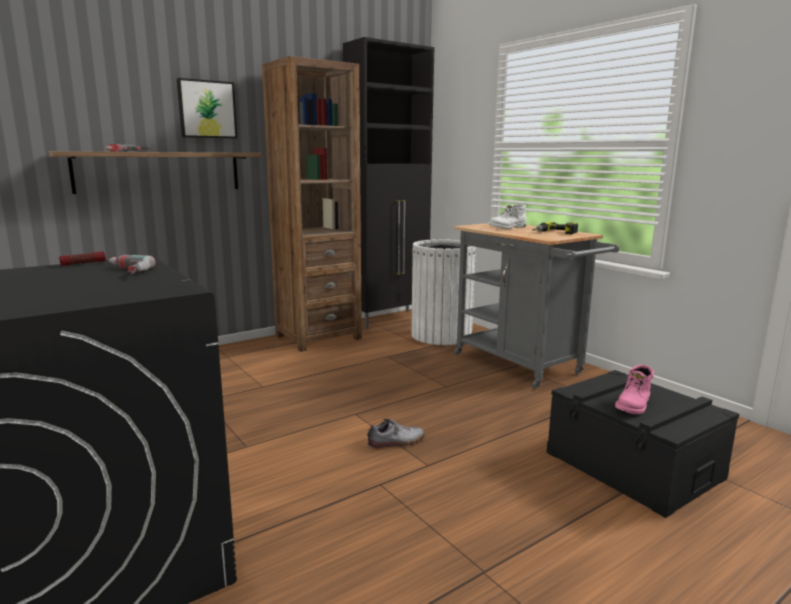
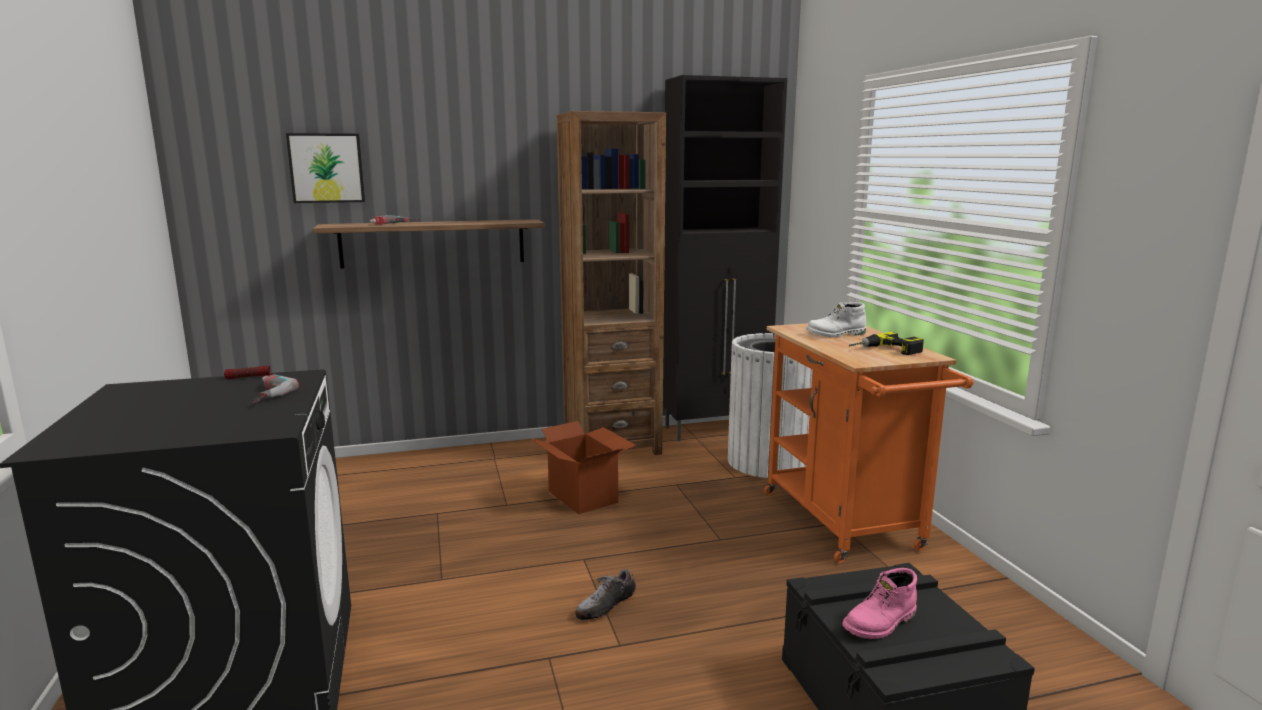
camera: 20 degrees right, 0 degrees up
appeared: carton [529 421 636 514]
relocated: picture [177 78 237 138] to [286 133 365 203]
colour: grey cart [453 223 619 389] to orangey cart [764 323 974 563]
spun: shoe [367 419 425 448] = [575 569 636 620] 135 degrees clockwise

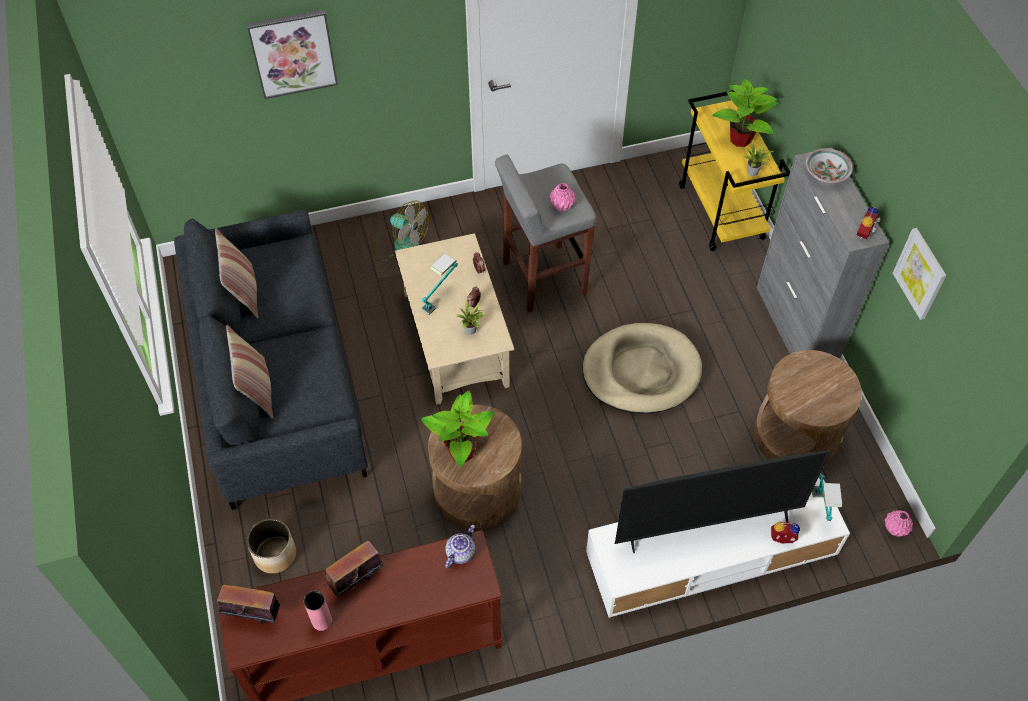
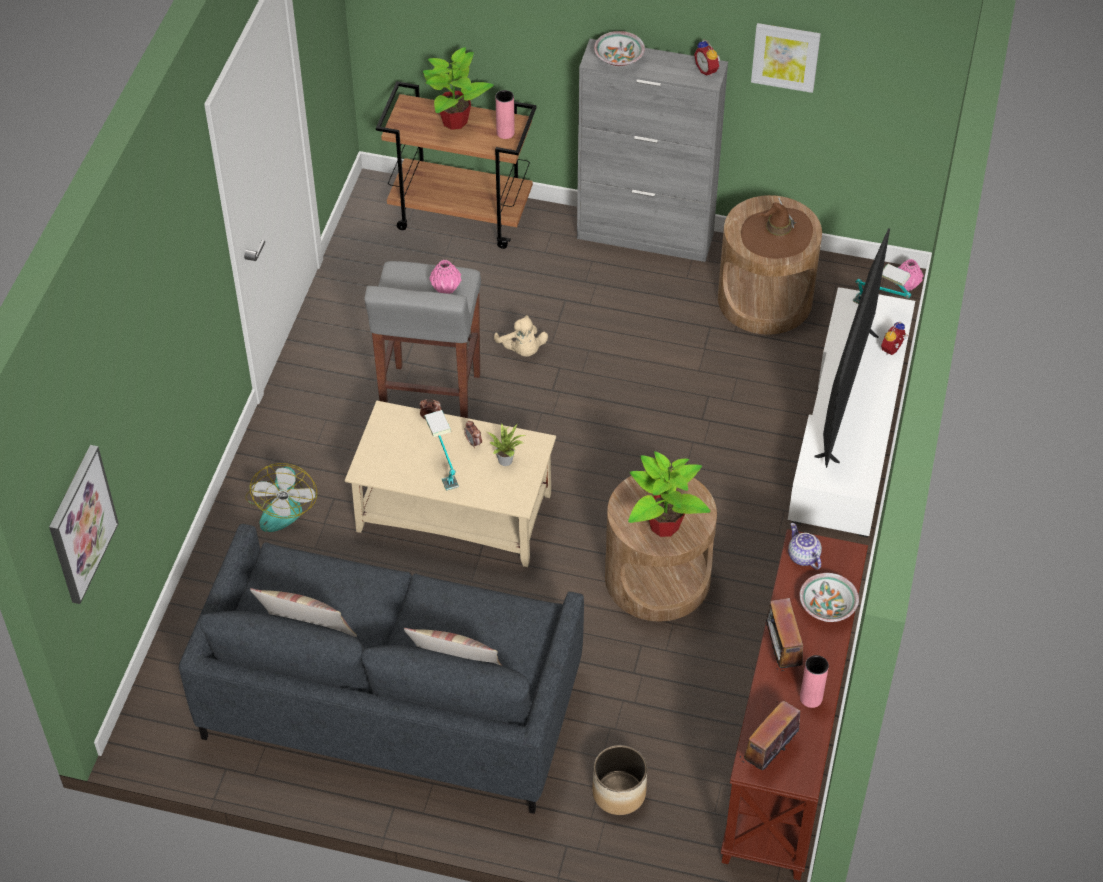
camera: 60 degrees left, 5 degrees down
missing: beige-coloured dog bed [582 323 702 414]
appeared: beige-coloured cuddly toy [494 315 548 357]; brown-coloured hat [741 198 813 259]; bowl [800 573 859 622]
relocated: picture [247 9 338 99] to [49 445 119 604]
exchanged: plant in a pot [743 141 774 176] to pink vase [496 90 515 139]
colour: yellow cart [679 90 790 251] to brown-coloured cart [376 81 537 249]
spun: fan [374 200 429 262] = [245 463 317 532] 120 degrees clockwise

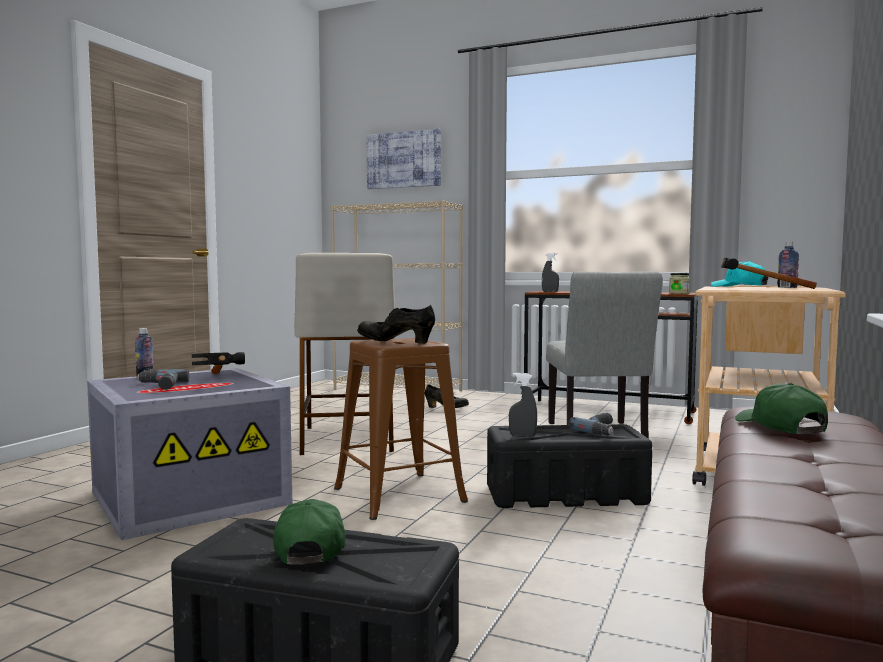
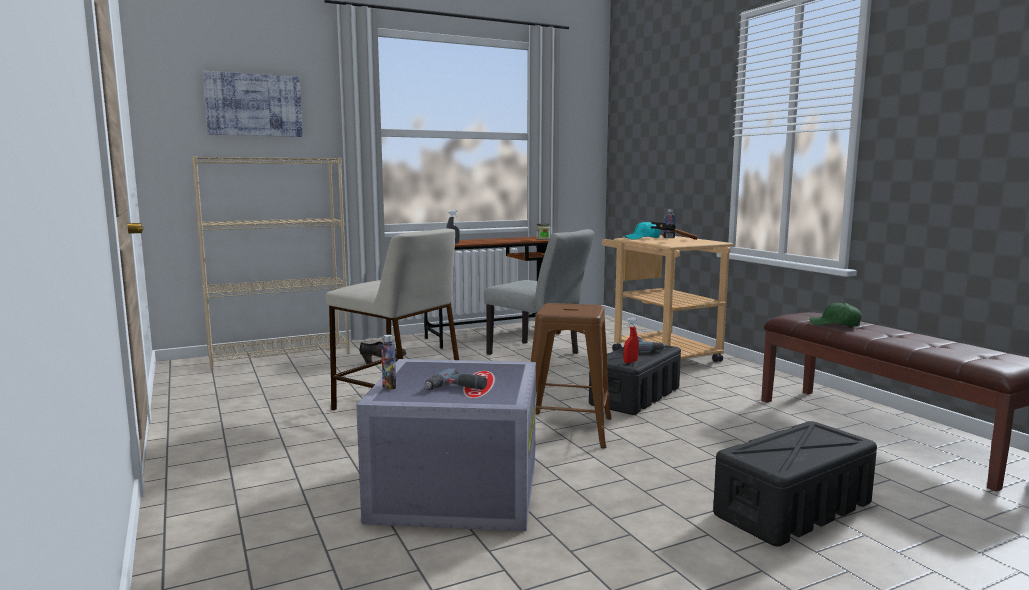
camera: 50 degrees left, 5 degrees up
missing: hammer [192 352 245 374]; green-coloured peaked cap [273 499 346 565]; black-coloured shoe [357 305 435 344]
colour: grey hand sprayer [509 373 537 437] to red hand sprayer [623 317 639 363]

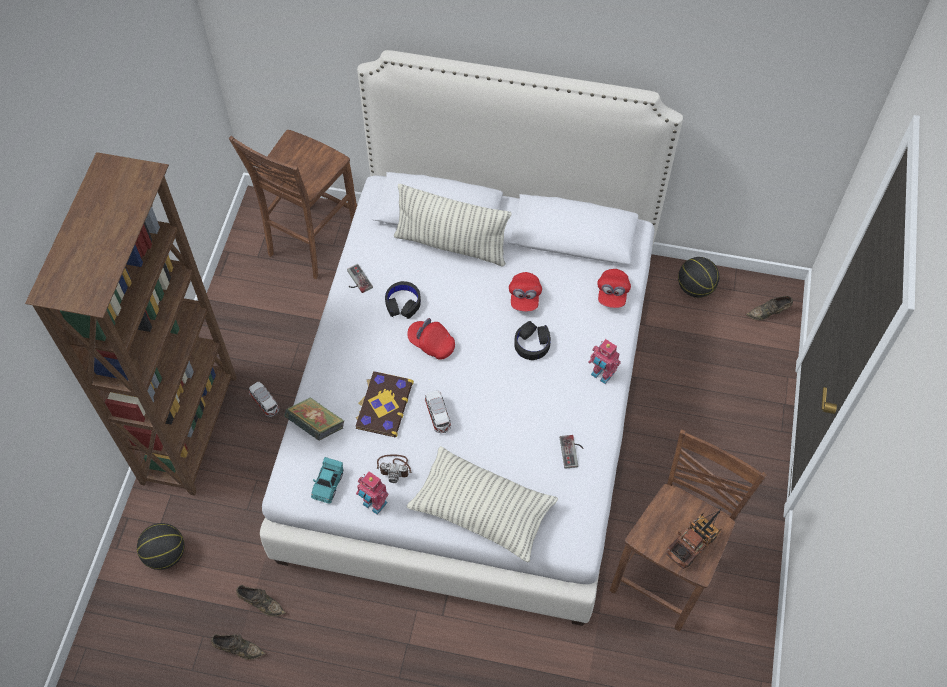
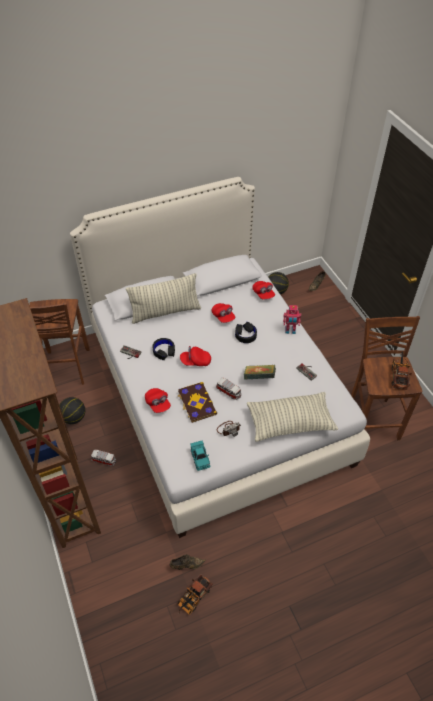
camera: 35 degrees left, 10 degrees down
missing: toy robot [356 471 388 515]
appeared: red peaked cap [145 388 171 413]
relocated: basketball ball [137 523 185 570] to [59 397 85 424]; volume [285 397 344 441] to [244 365 276 380]
exchanged: brown-coloured shoe [211 634 266 660] to model truck [178 574 213 615]

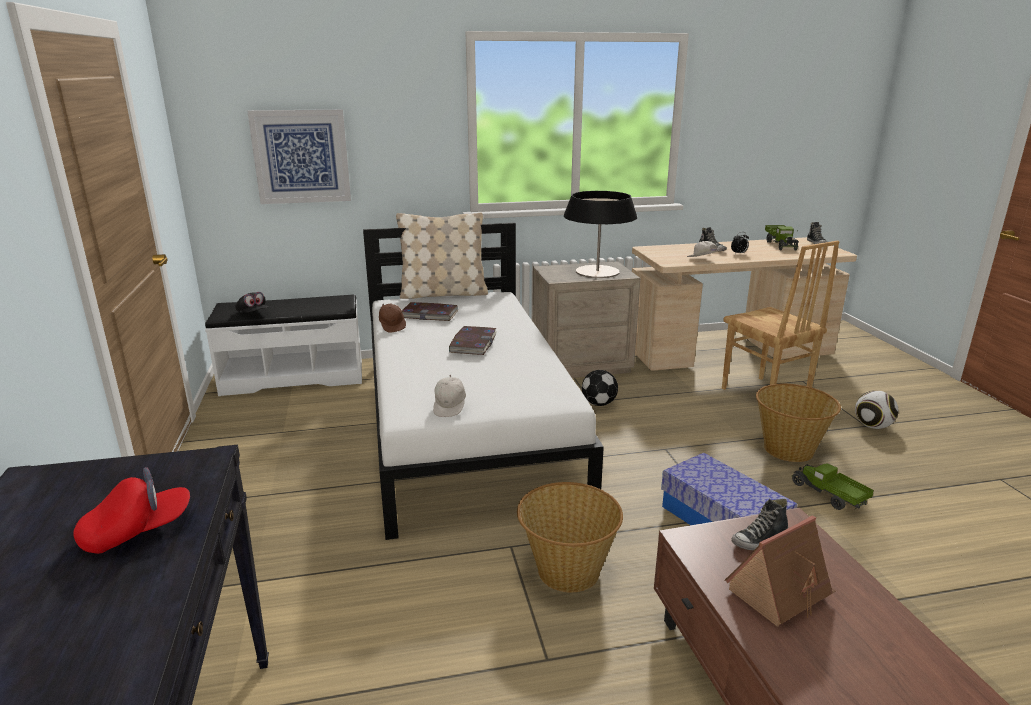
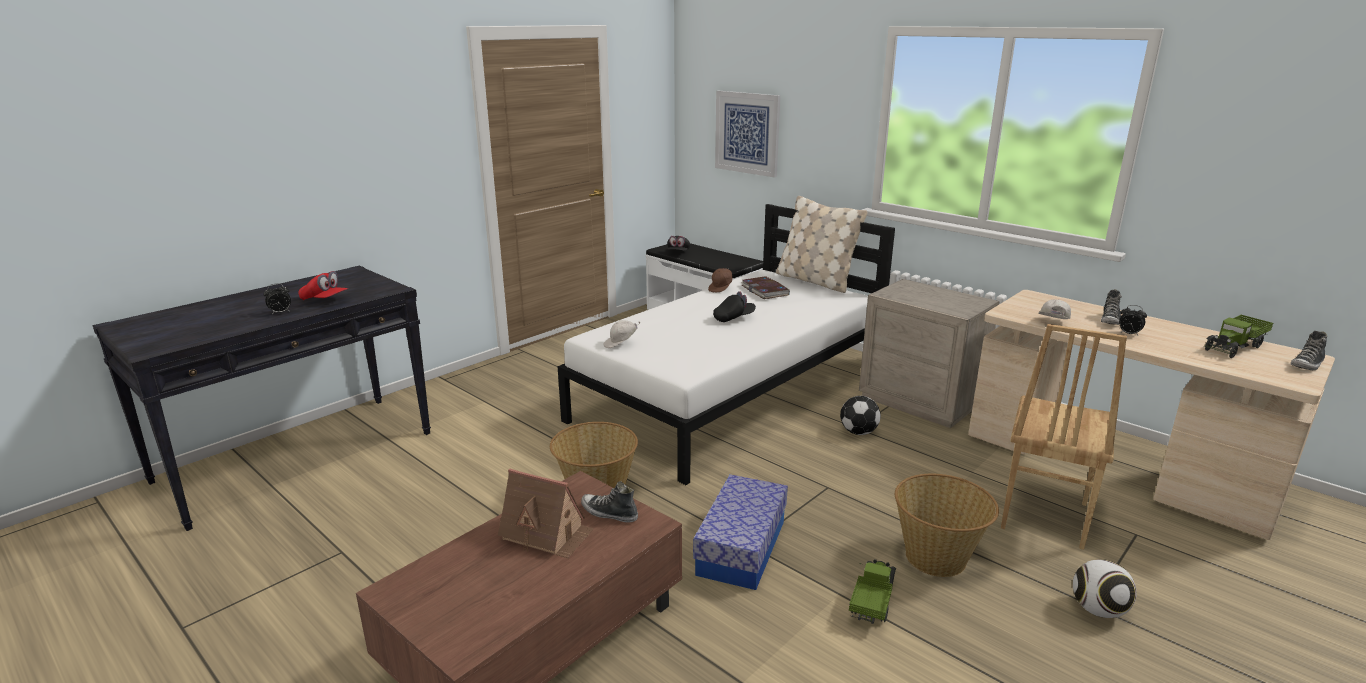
camera: 55 degrees right, 0 degrees up
missing: lamp for a table [564 191 637 278]
appeared: table clock [263 283 291 315]
exchanged: volume [449 326 497 355] to black-coloured peaked cap [713 291 756 322]

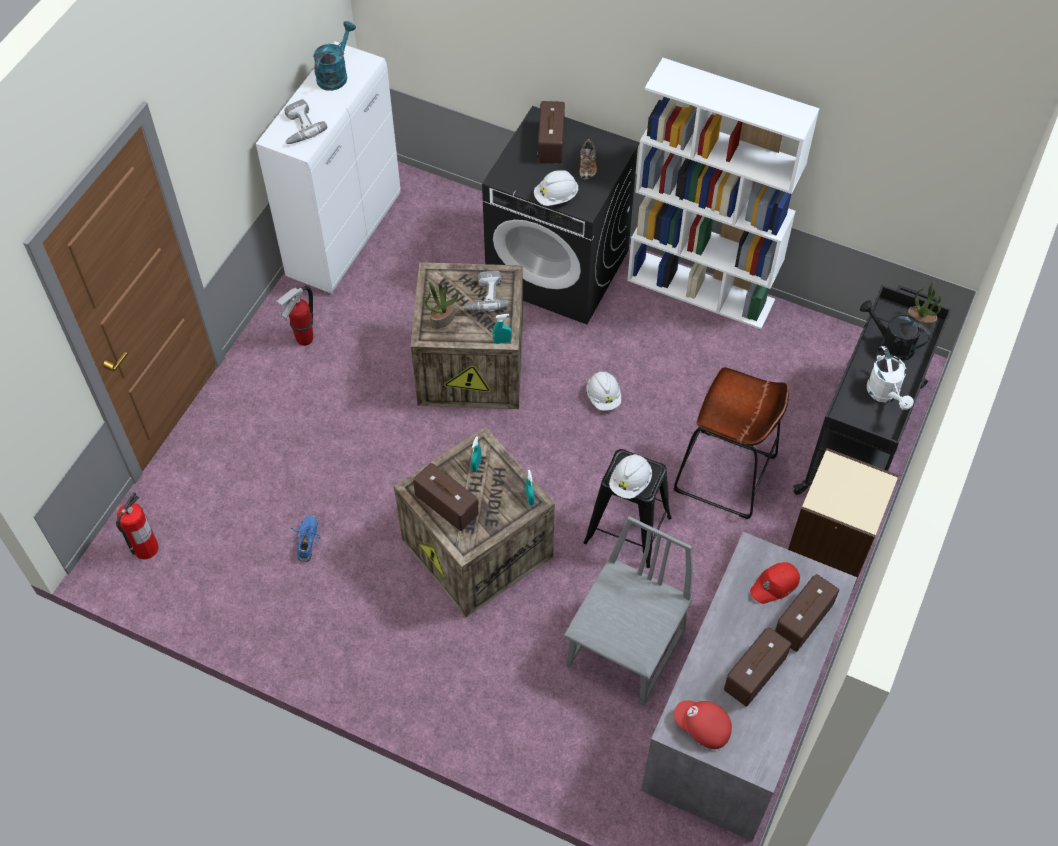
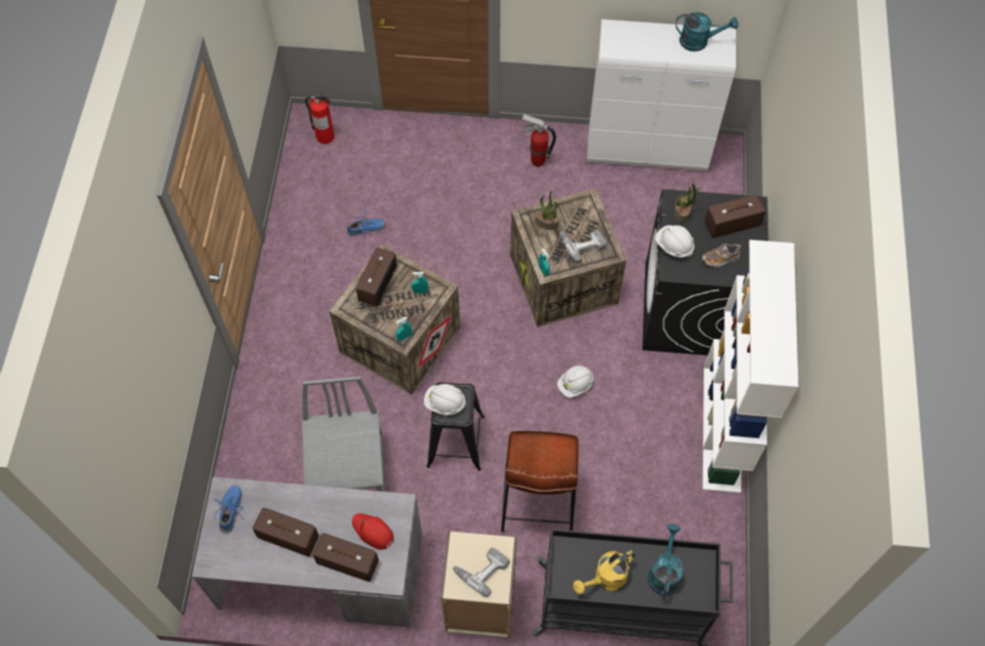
camera: 70 degrees right, 5 degrees up
relocated: electric drill [284 99 327 144] to [453 548 510 597]; plant in a pot [907 281 941 331] to [674 183 701 223]
exchanged: red peaked cap [674 700 732 749] to blue shoe [214 485 243 532]
colour: white-coloured sprinkling can [867 346 914 410] to yellow sprinkling can [573 551 635 594]; black-coloured sprinkling can [860 300 930 361] to blue-green sprinkling can [648 524 683 596]
spun: grey upright chair [564 516 693 706] = [302 376 385 492] 105 degrees counterclockwise

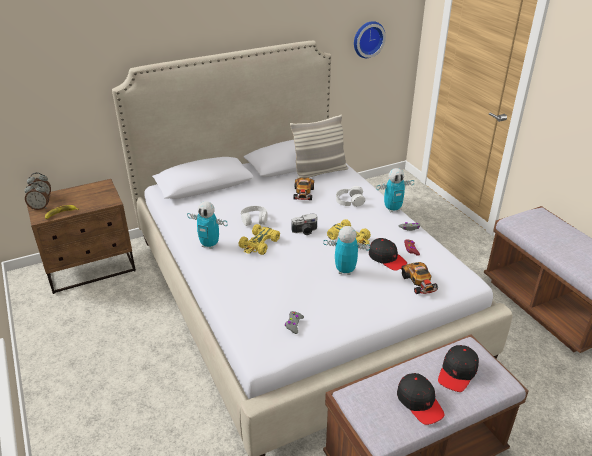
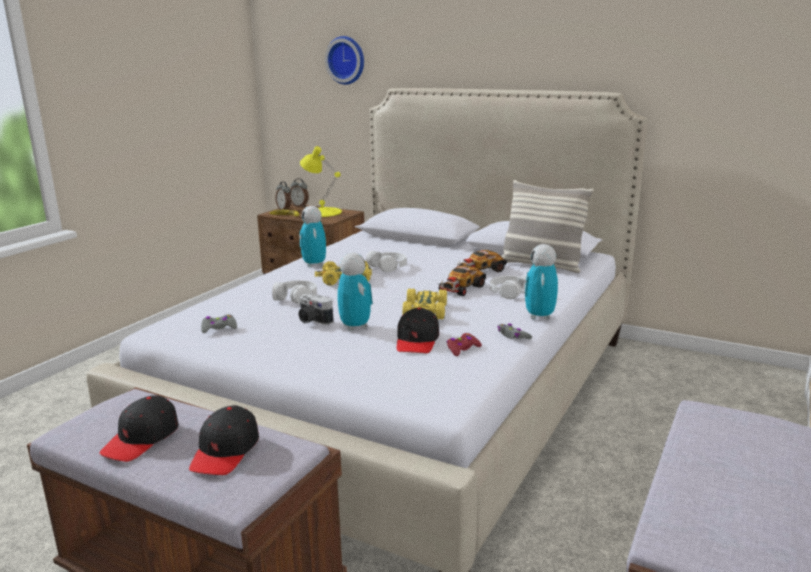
camera: 55 degrees right, 15 degrees down
appeared: white-coloured headset [272 280 317 304]; yellow lamp for a table [300 146 342 217]
relocated: still camera [291 214 317 235] to [298 294 334 325]; clock on the wall [354 21 386 58] to [325 36 364 85]; model car [401 262 438 294] to [438 265 486 296]
spun: black-coloured peaked cap [438 345 479 392] = [189 405 259 475] 75 degrees counterclockwise; toy robot [376 168 414 213] = [525 244 558 320] 60 degrees clockwise

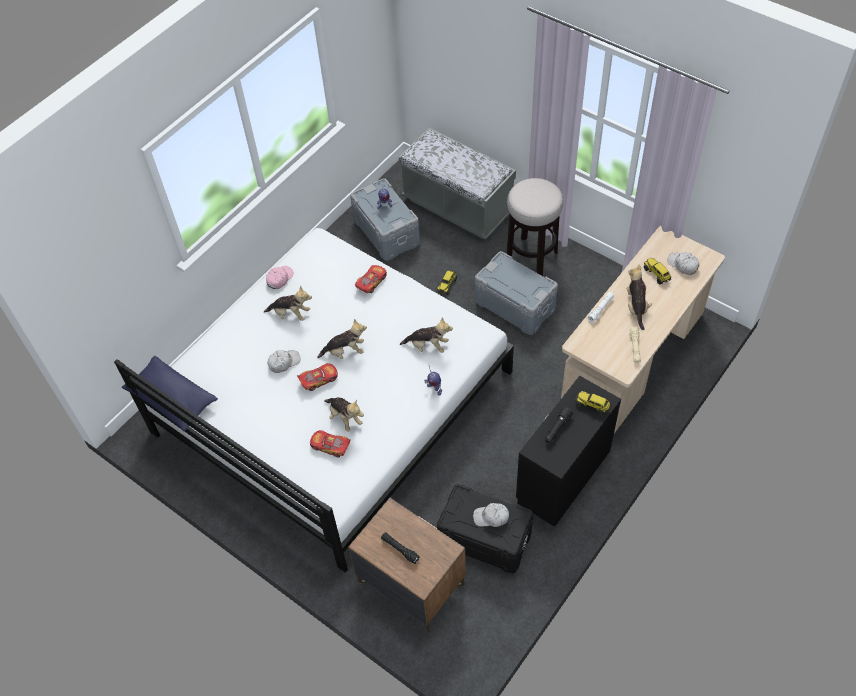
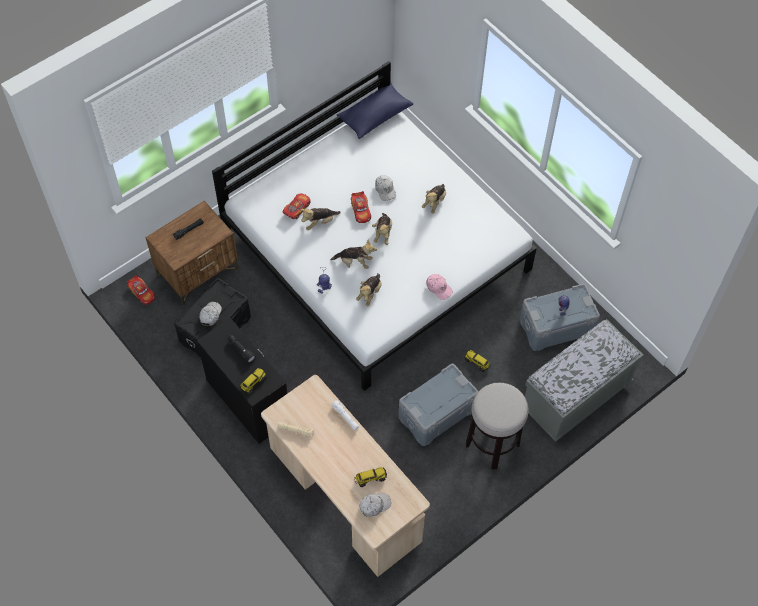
camera: 100 degrees right, 5 degrees up
relocated: model car [355 265 387 293] to [127 275 155 305]; cuddly toy [627 264 652 330] to [330 240 377 269]; pink peaked cap [266 266 294 289] to [426 274 453 300]

